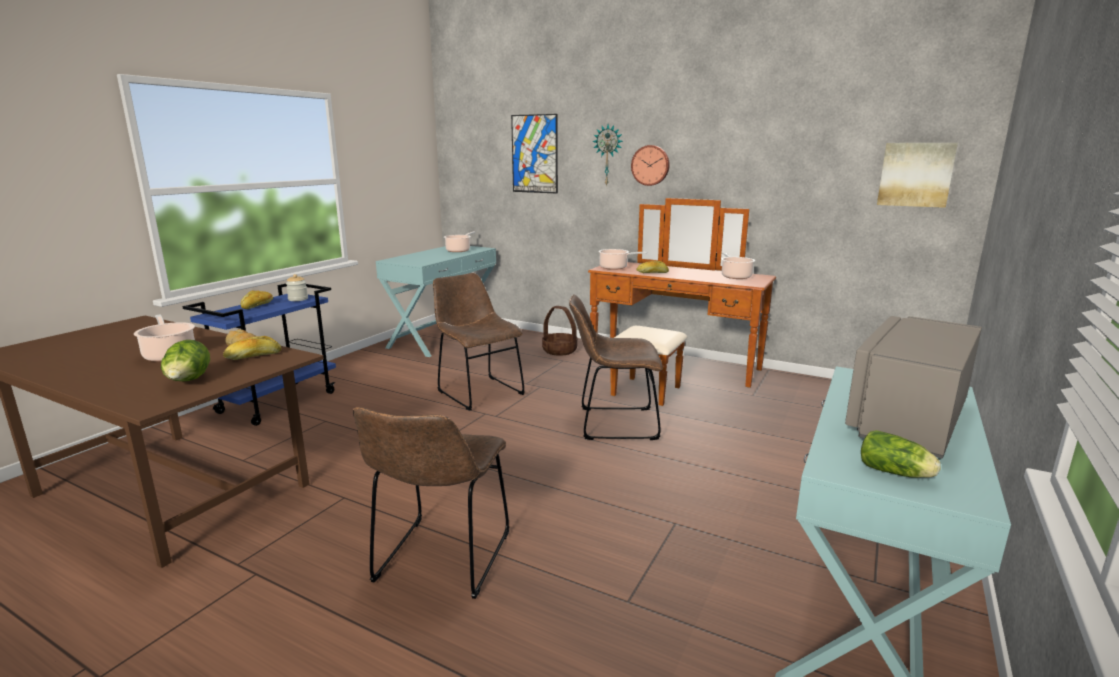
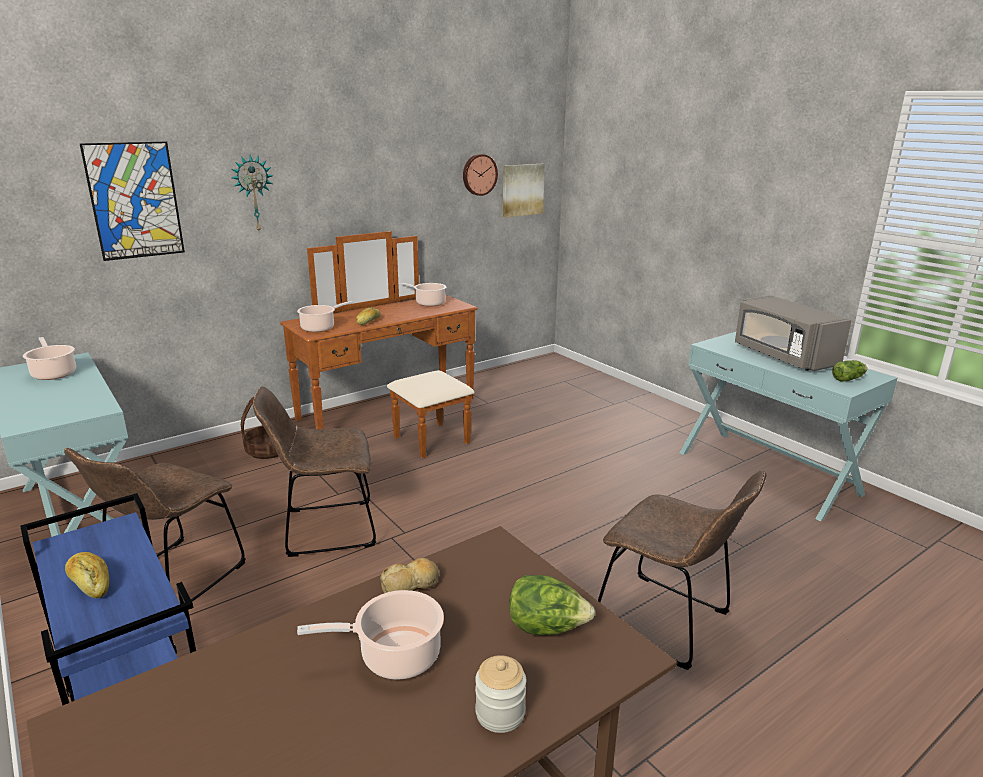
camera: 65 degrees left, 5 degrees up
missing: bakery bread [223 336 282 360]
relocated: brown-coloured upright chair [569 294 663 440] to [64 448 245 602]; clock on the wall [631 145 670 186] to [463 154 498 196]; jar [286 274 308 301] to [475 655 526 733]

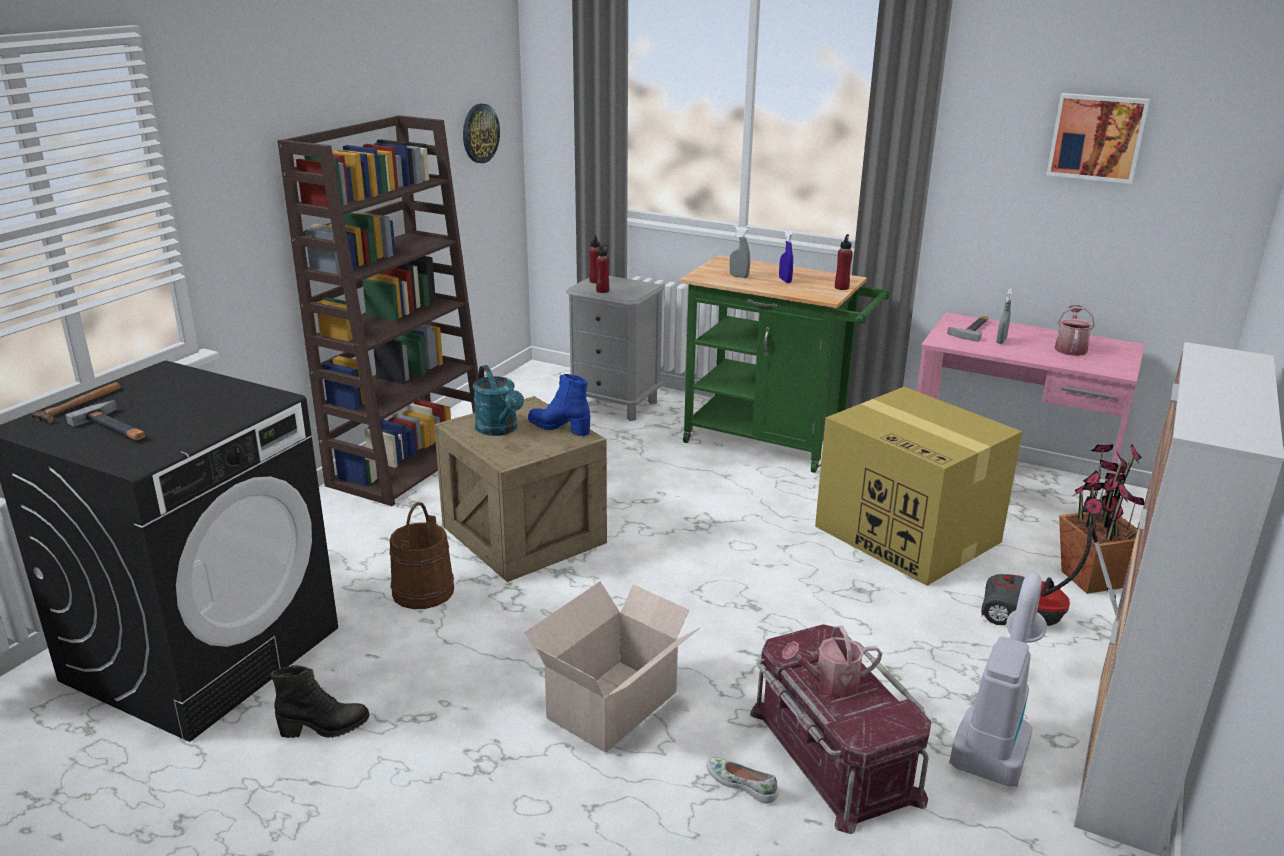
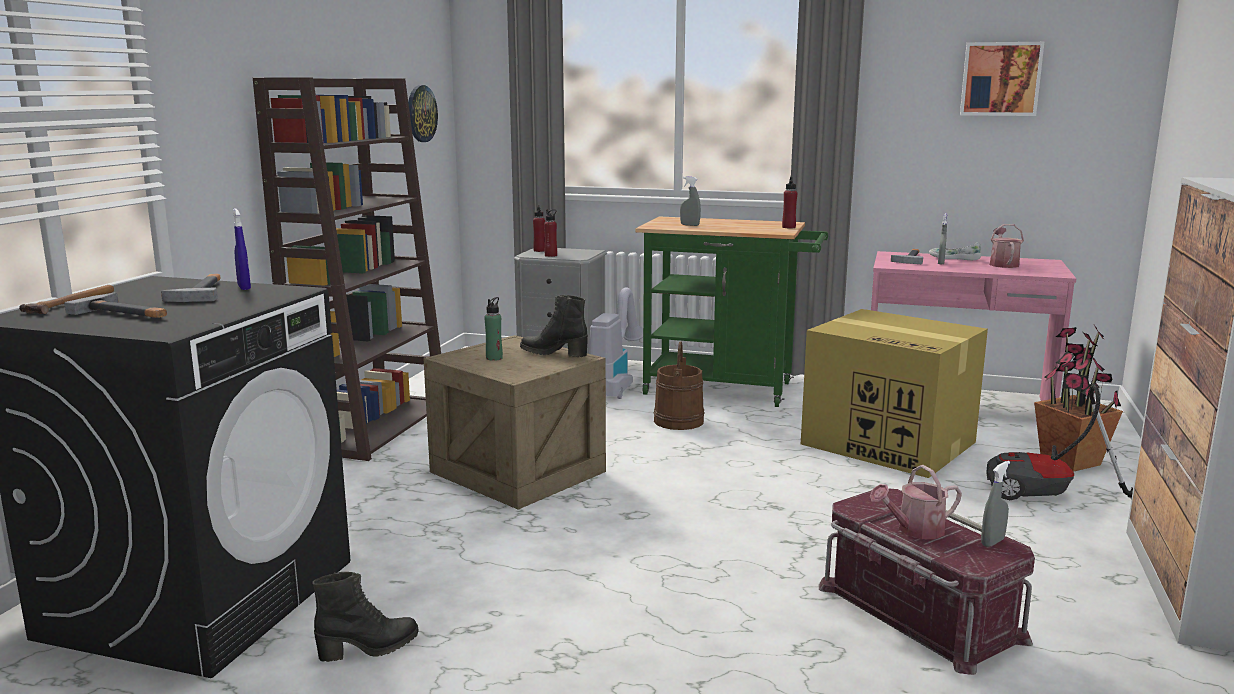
camera: 10 degrees left, 10 degrees down
missing: carton [524 581 700 753]
appeared: hammer [161 274 220 302]; grey hand sprayer [981 461 1010 547]
relocated: blue hand sprayer [779 228 793 283] to [233 208 251 290]; vacuum [949 572 1047 787] to [589 287 643 399]; brown-coloured bucket [389 502 454 609] to [654 342 704 430]; white-coloured shoe [706 757 779 804] to [929 242 981 260]
exchanged: blue-green sprinkling can [473 365 524 436] to green-coloured bottle [484 297 503 361]
colour: blue tall boot [528 374 590 436] to black-coloured tall boot [520 295 588 357]

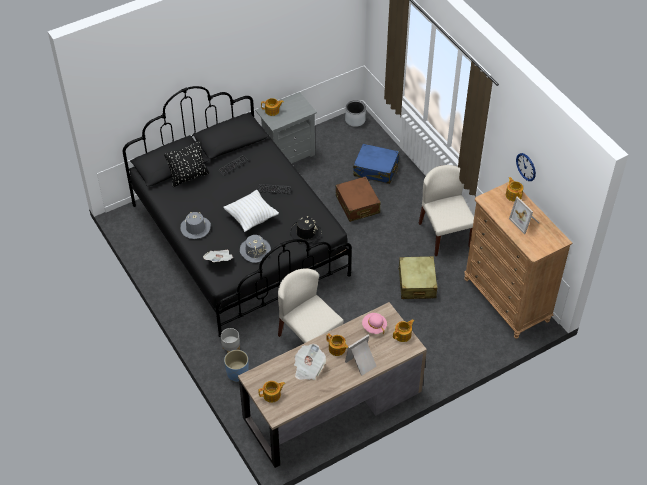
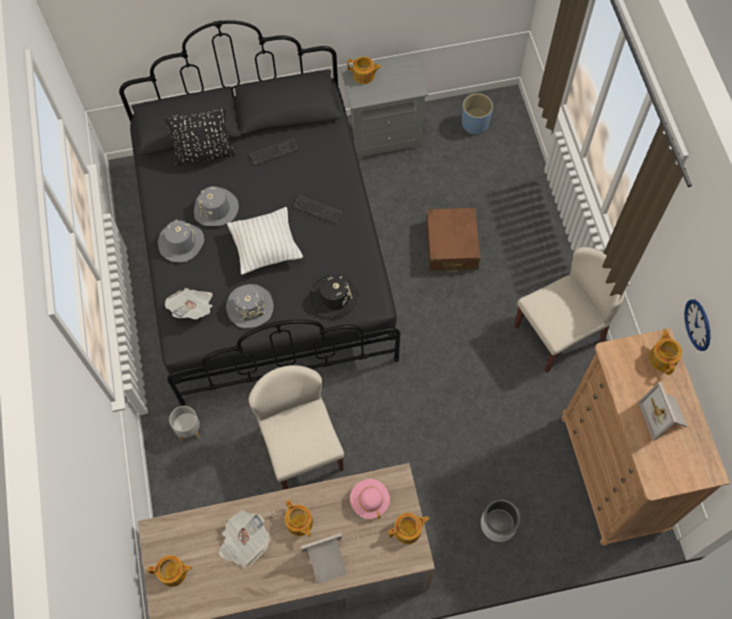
camera: 20 degrees right, 15 degrees up
missing: blue suitcase [353 144 399 184]; beige-coloured suitcase [398 256 437 299]
appeared: grey hat [194 186 239 226]
relocated: blue planter [224 350 248 382] to [462 93 493 134]; grey planter [345 100 366 127] to [481 499 521 542]
spun: beige-coloured upright chair [419 165 474 256] = [514 247 625 373] 60 degrees clockwise

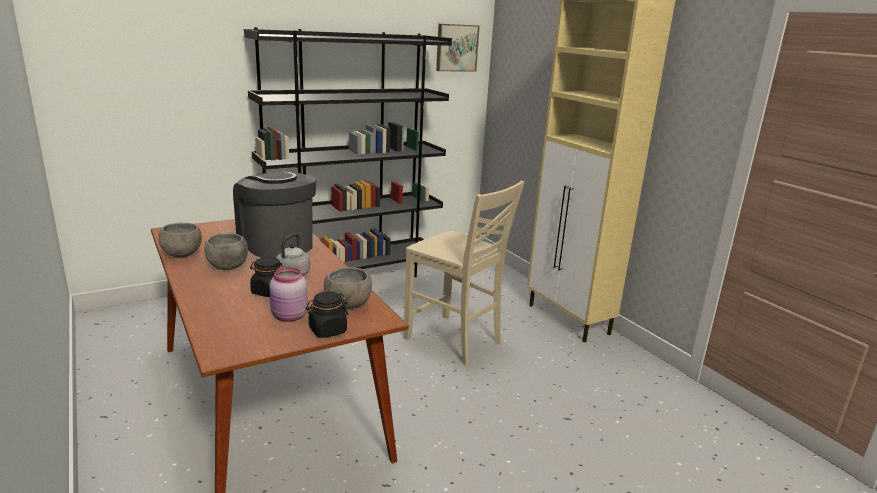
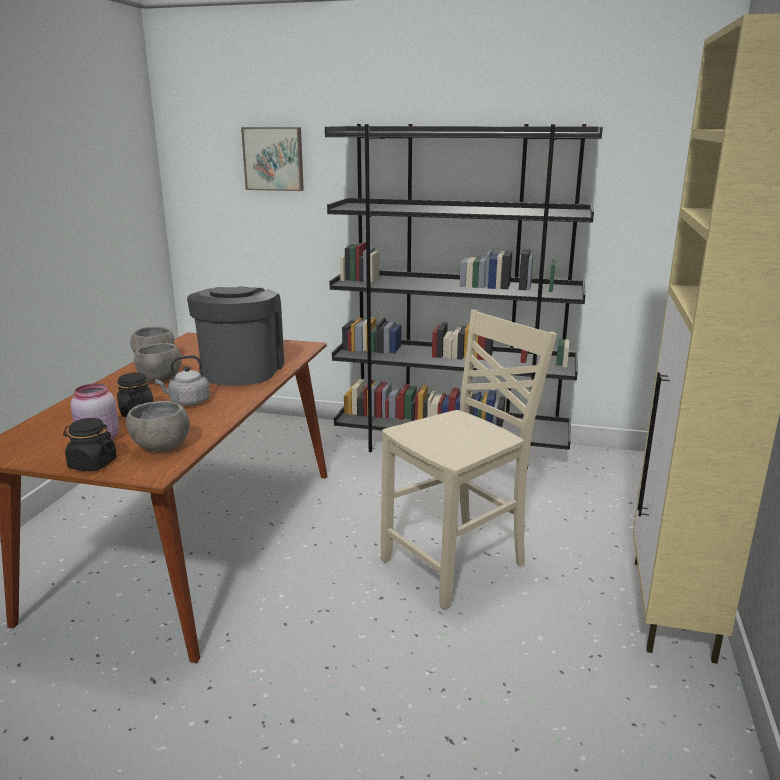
camera: 45 degrees right, 0 degrees up
relocated: picture [436 24 480 71] to [241 127 304 191]
spun: beige-coloured upright chair [404 181 525 365] = [381 310 557 610] 120 degrees counterclockwise

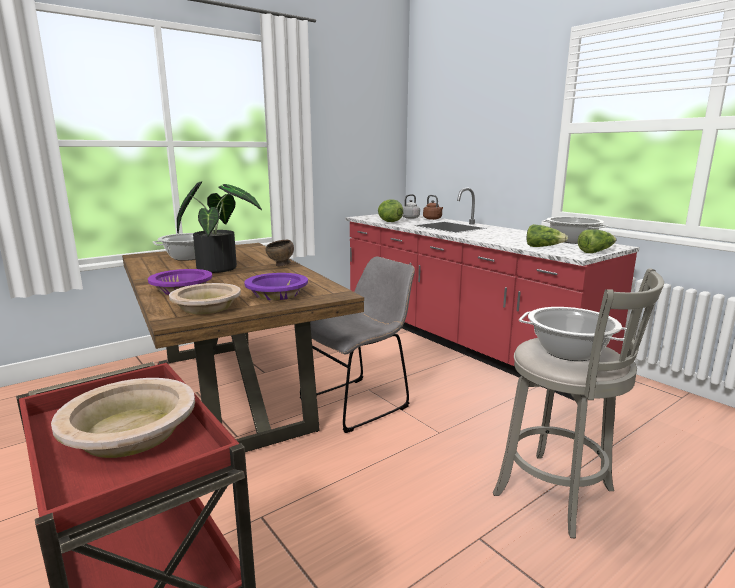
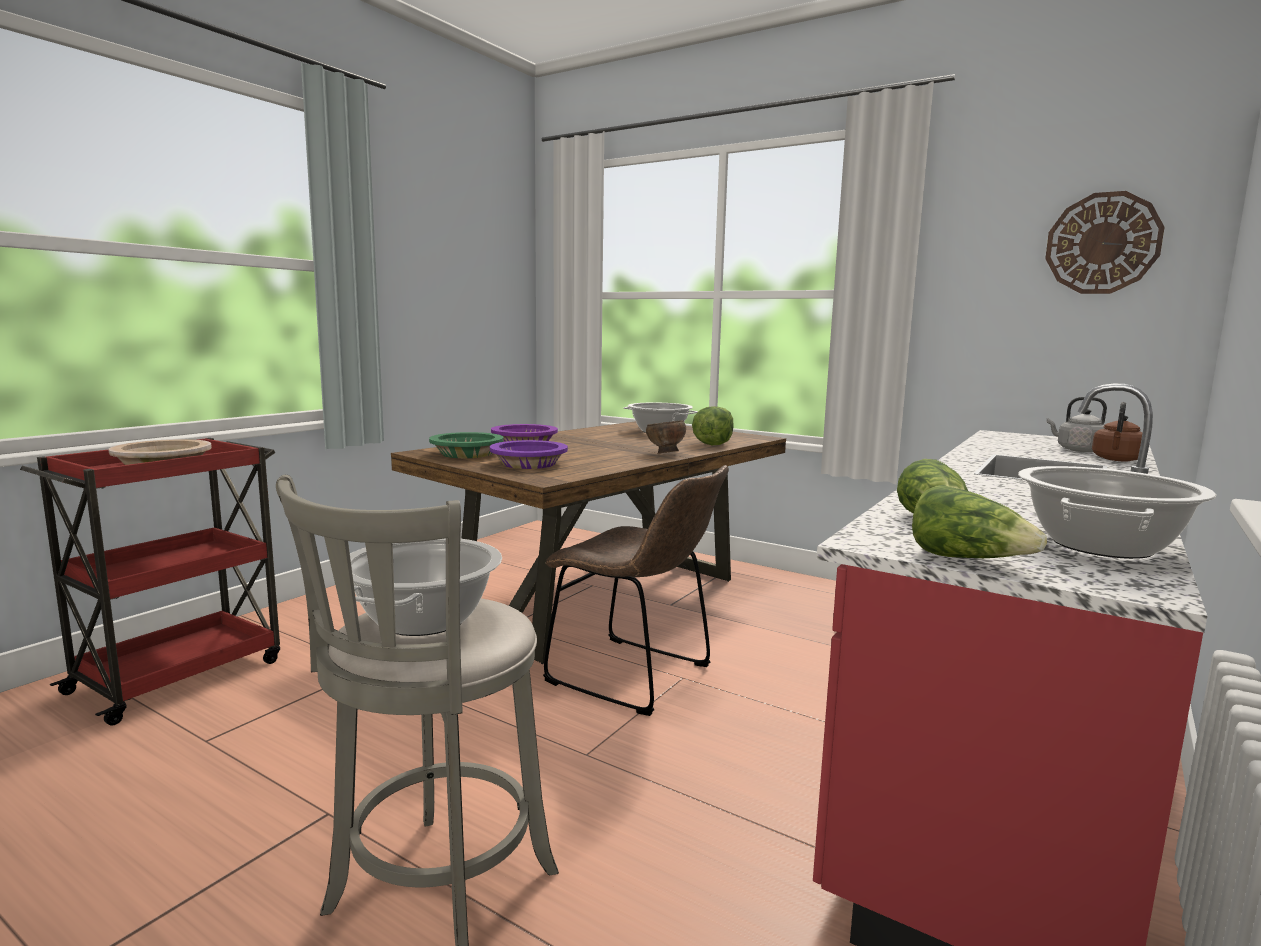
camera: 70 degrees right, 5 degrees down
missing: plant in a pot [177 181 262 273]
appeared: clock on the wall [1045 191 1165 294]
relocated: lettuce [378 199 403 222] to [692 406 734 445]
colour: beige-coloured bowl [169 283 241 314] to green-coloured bowl [429 432 504 458]; grey upright chair [300 257 415 433] to brown-coloured upright chair [543 465 729 716]

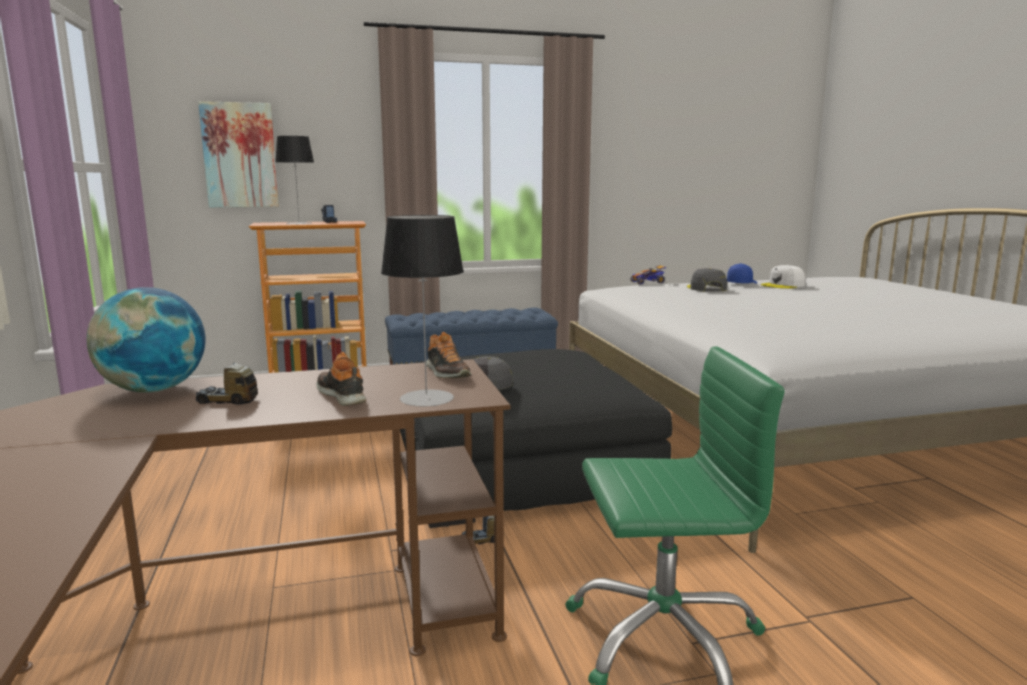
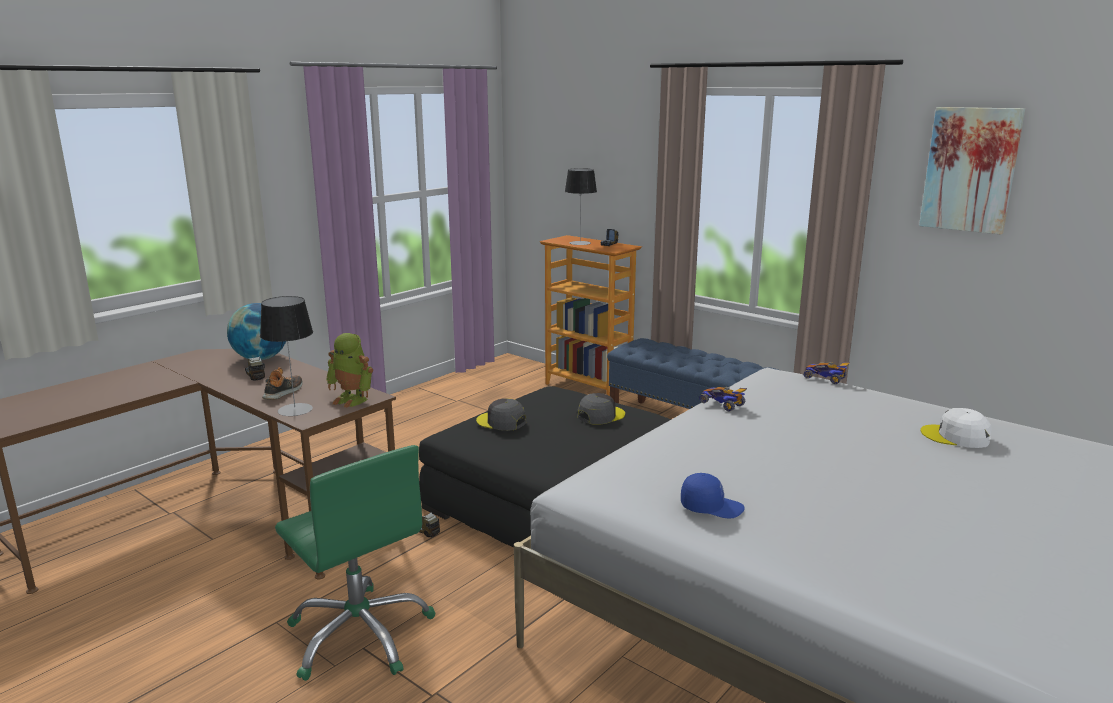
camera: 55 degrees right, 5 degrees up
appeared: model car [699 387 747 412]
relocated: grey peaked cap [687 268 727 292] to [577 393 625 425]; blue peaked cap [727 263 757 284] to [681 473 745 518]; picture [198 101 279 208] to [919 107 1025 235]
exchanged: shoe [426 332 472 378] to toy robot [326 333 373 408]

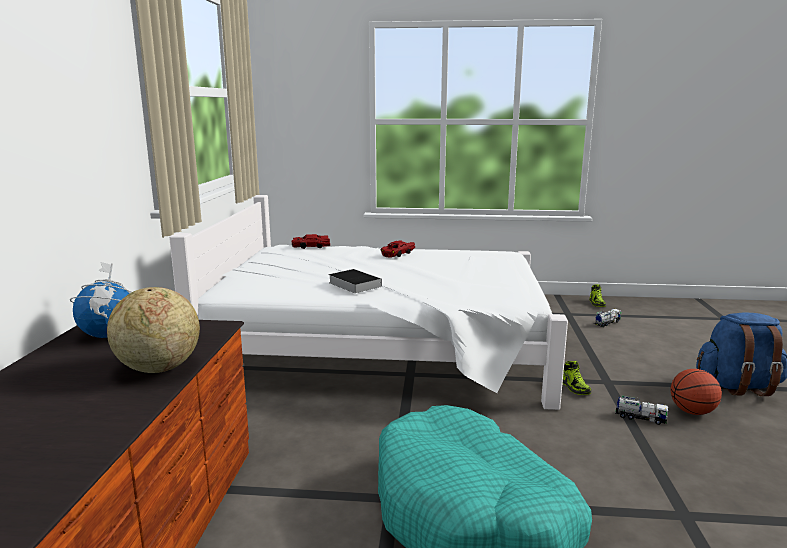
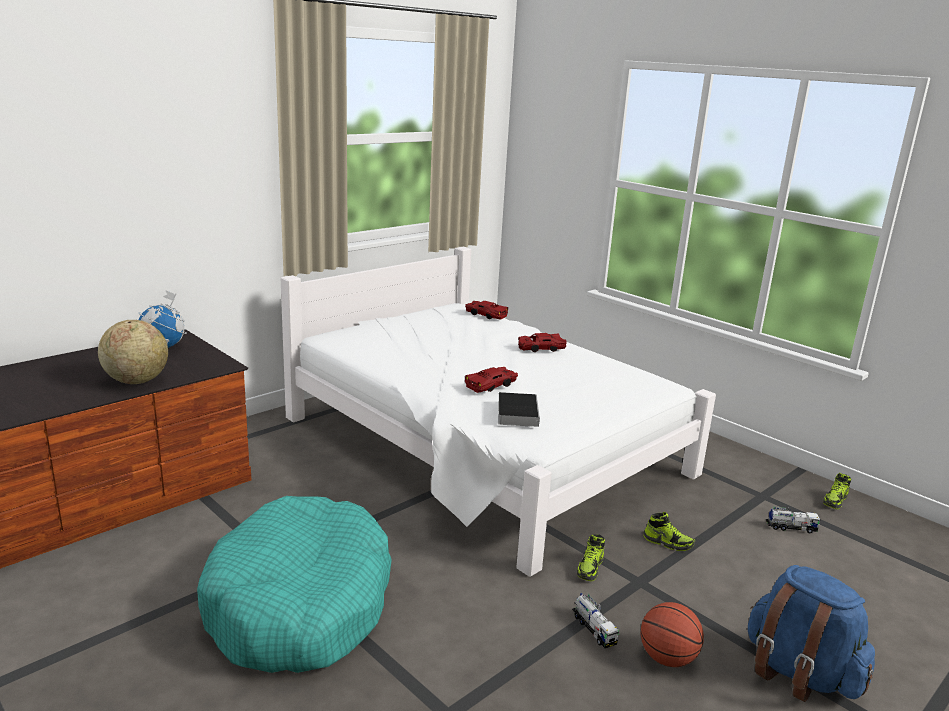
camera: 40 degrees right, 5 degrees up
appeared: red model car [465 367 518 393]; shoe [643 512 695 551]
relocated: volume [328 269 382 293] to [498 392 540 427]

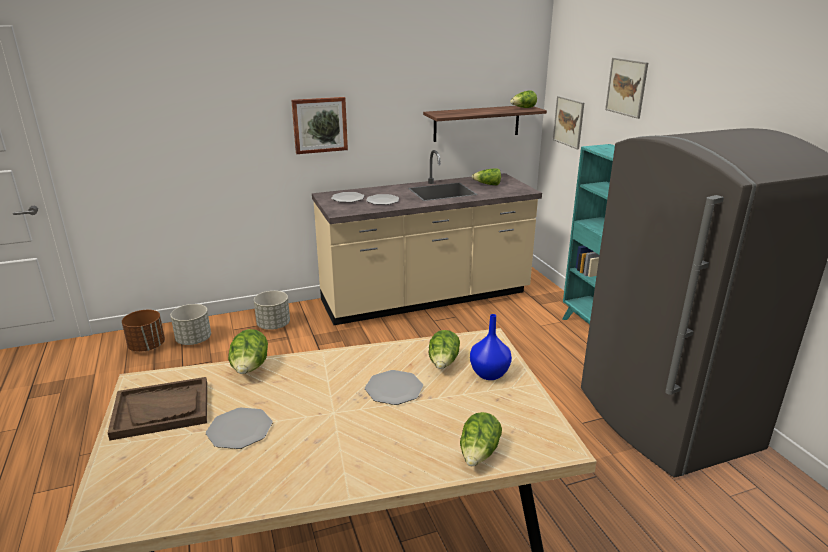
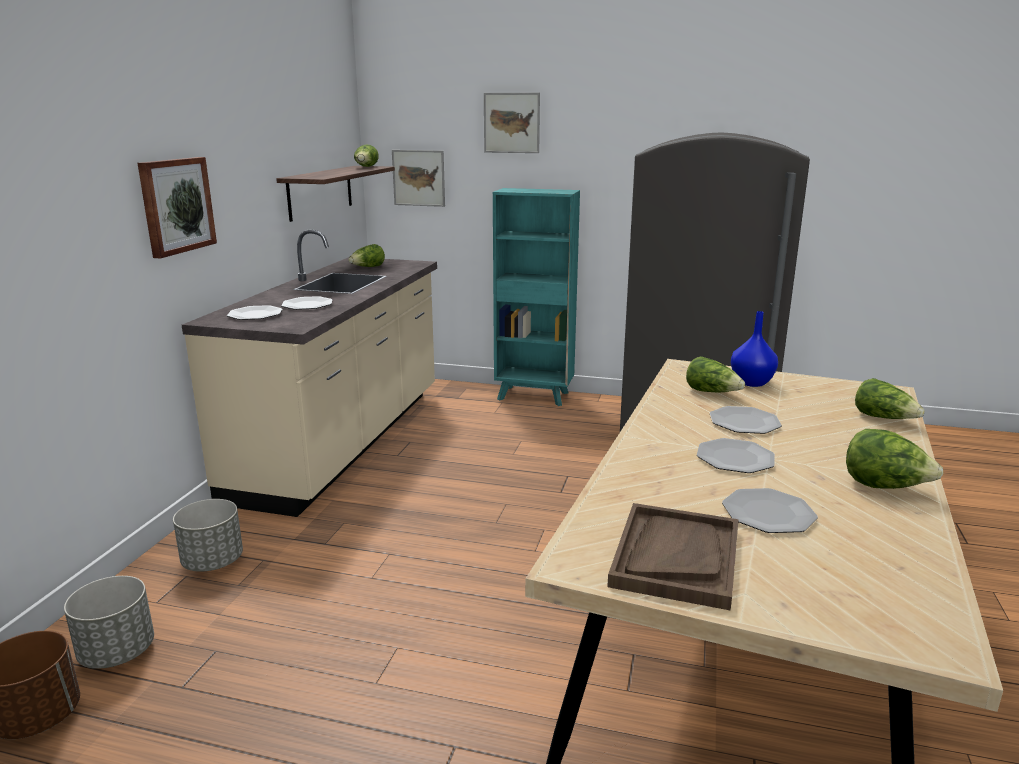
camera: 55 degrees left, 5 degrees down
appeared: plate [697 438 775 473]
relocated: lettuce [228 329 268 374] to [846 429 944 489]

